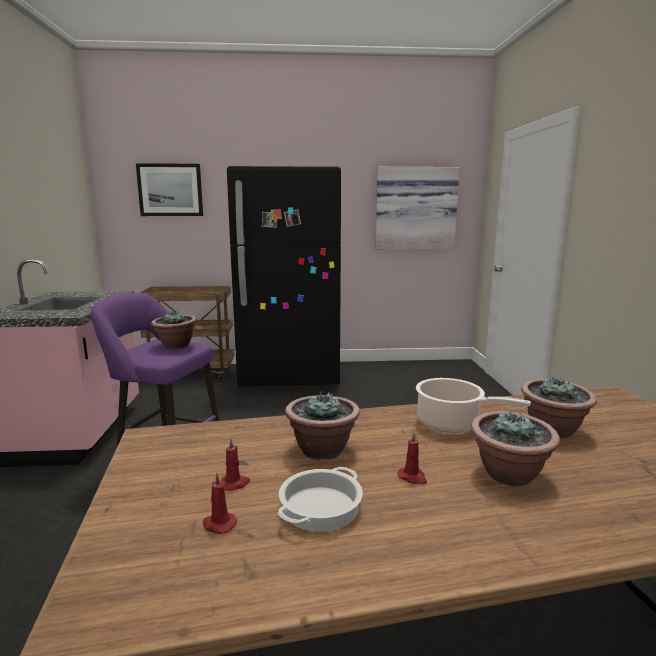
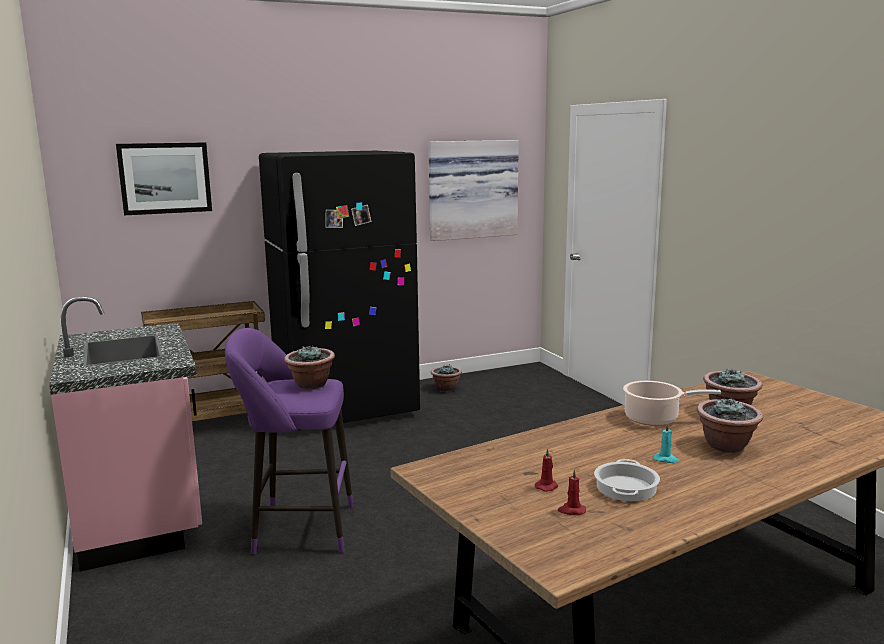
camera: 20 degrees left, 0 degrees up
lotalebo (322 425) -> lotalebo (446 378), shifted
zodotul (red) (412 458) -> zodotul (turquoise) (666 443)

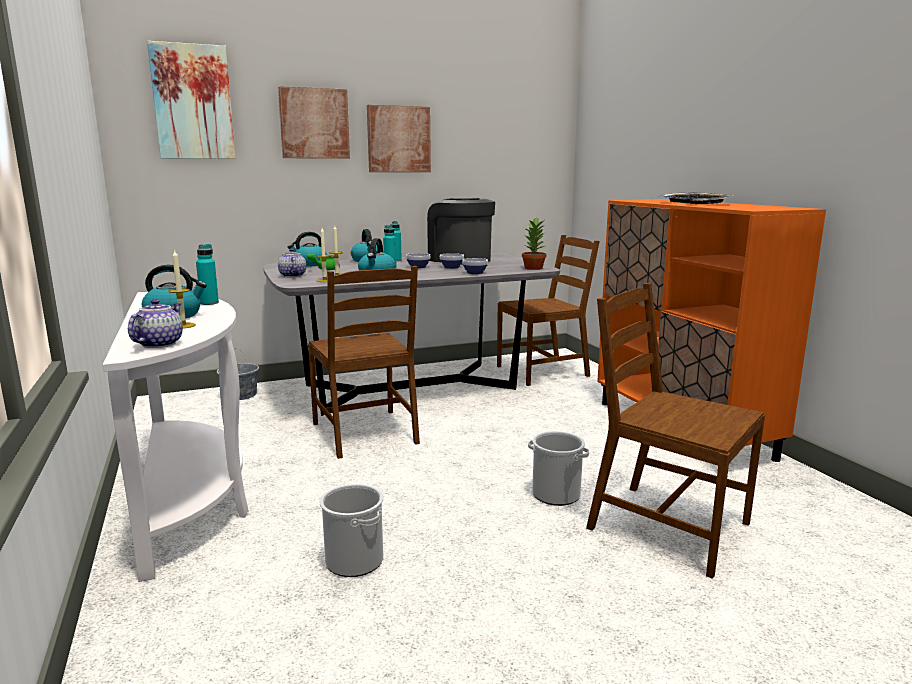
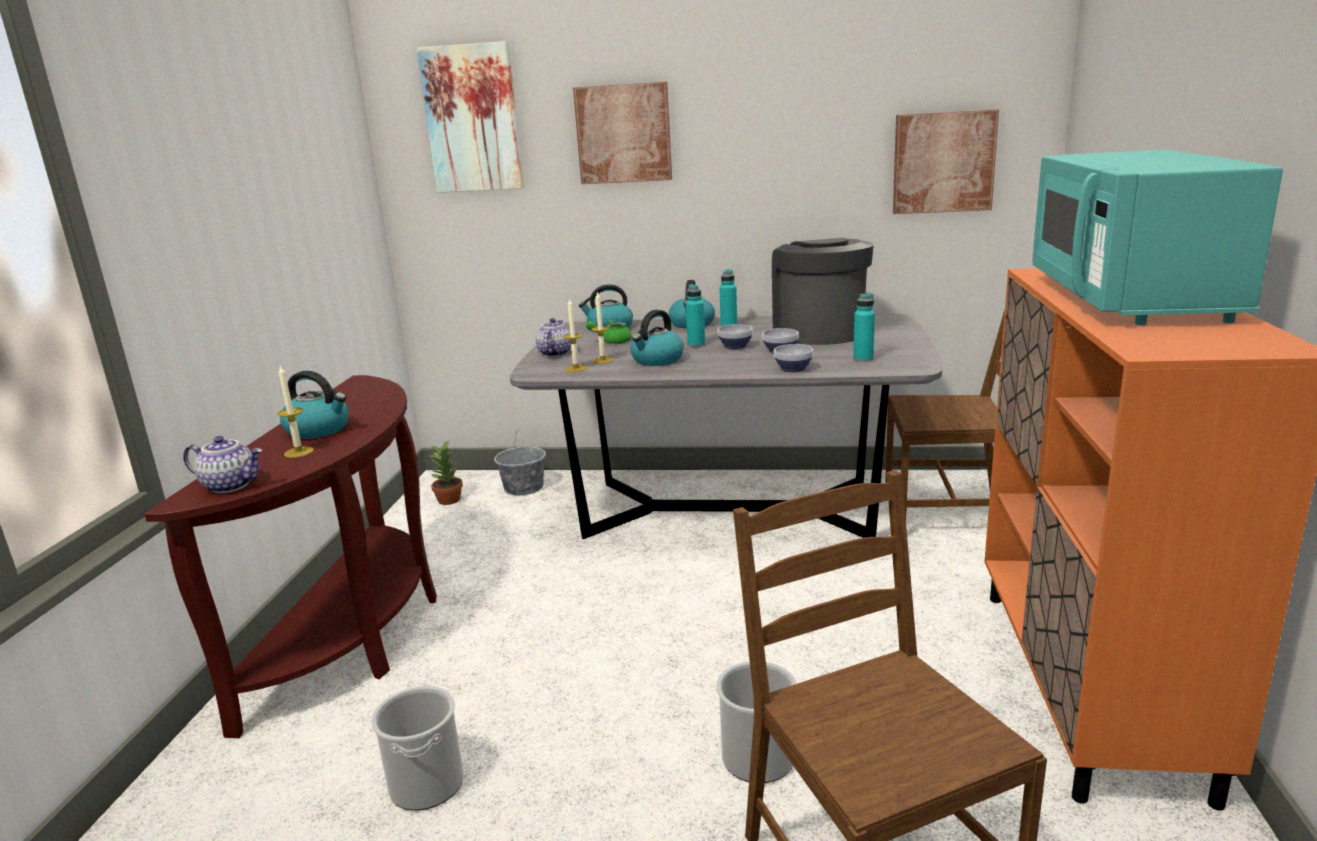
camera: 30 degrees right, 5 degrees up
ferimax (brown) (364 362) -> none
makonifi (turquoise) (207 274) -> makonifi (turquoise) (864 327), shifted
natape (399 138) -> natape (946 161), shifted
lotalebo (534 244) -> lotalebo (445 473), shifted
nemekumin (697 198) -> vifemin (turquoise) (1157 237)
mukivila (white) (176 437) -> mukivila (brown) (290 556)
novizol (155 323) -> novizol (222 464), 60 degrees clockwise

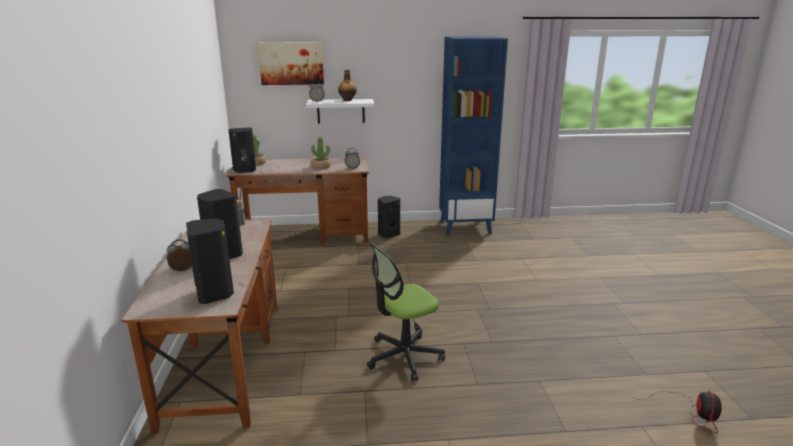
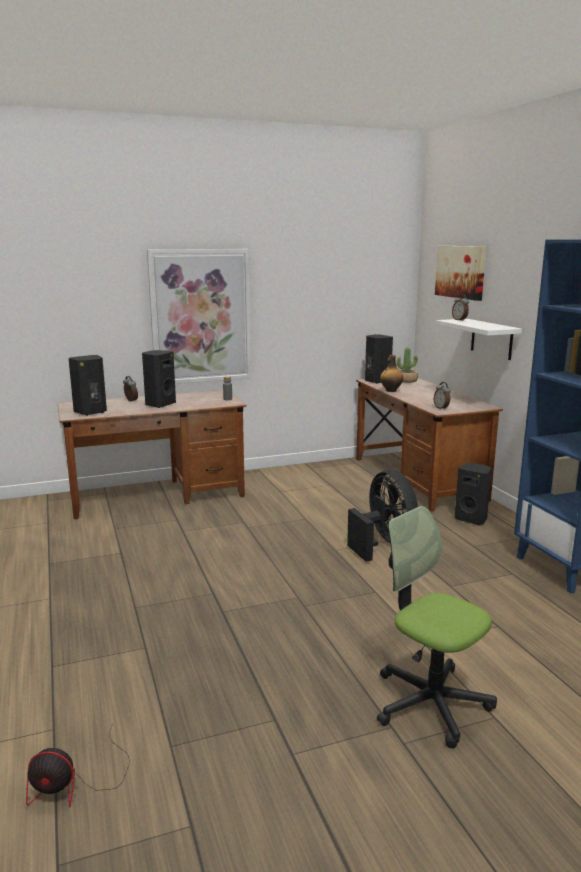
camera: 75 degrees right, 5 degrees down
lotalebo (320 153) -> none
none -> natape (199 316)
none -> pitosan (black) (382 516)
makonifi (347 85) -> makonifi (391 373), shifted
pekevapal (406 312) -> pekevapal (437 627), shifted

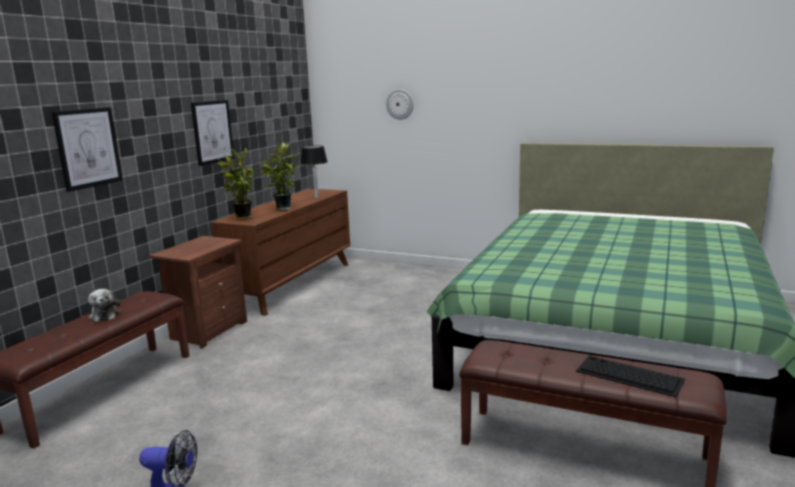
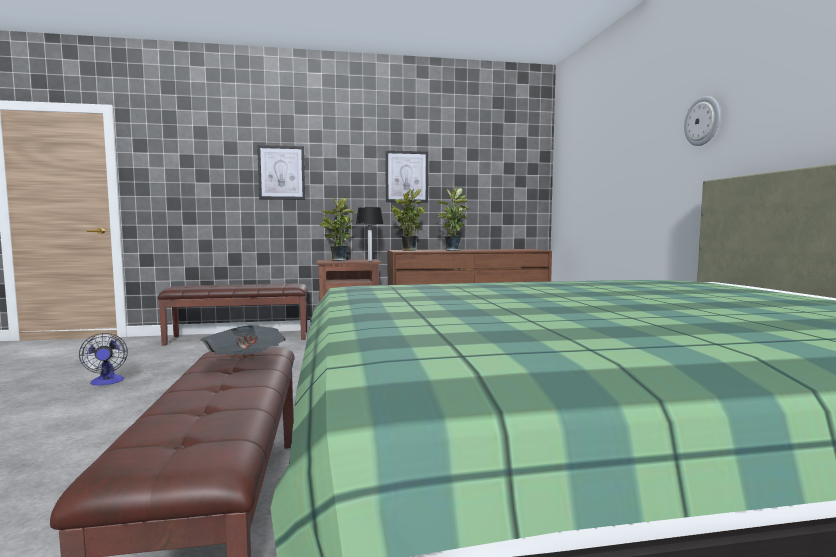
camera: 55 degrees right, 10 degrees down
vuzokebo (104 305) -> none
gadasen (630 376) -> none
none -> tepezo (243 340)
none -> lotalebo (337 229)
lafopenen (314 171) -> lafopenen (370 234), shifted
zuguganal (400 104) -> zuguganal (702 121), shifted

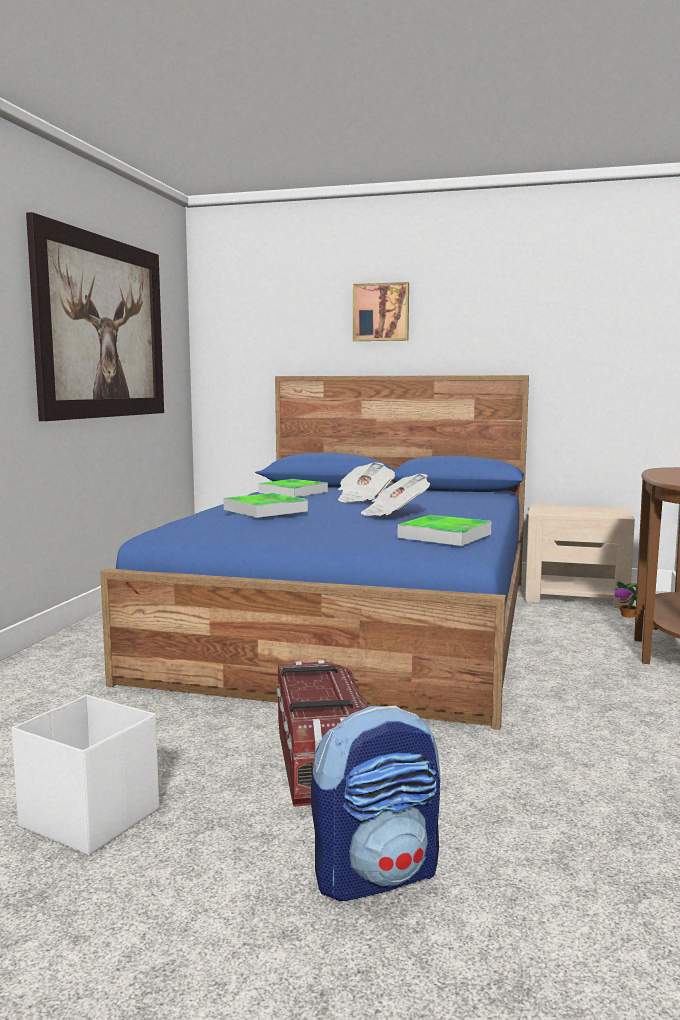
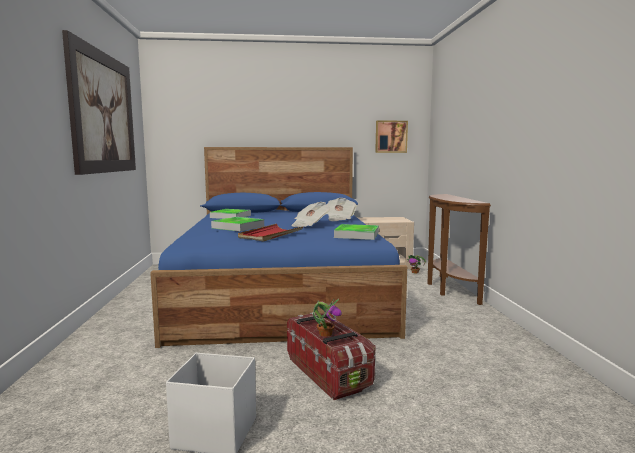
camera: 20 degrees left, 0 degrees up
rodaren (375 803) -> none
none -> nemekumin (red) (271 232)
none -> lotalebo (327 318)
tepezo (366 482) -> tepezo (341 209), shifted
natape (381 311) -> natape (391 136), shifted

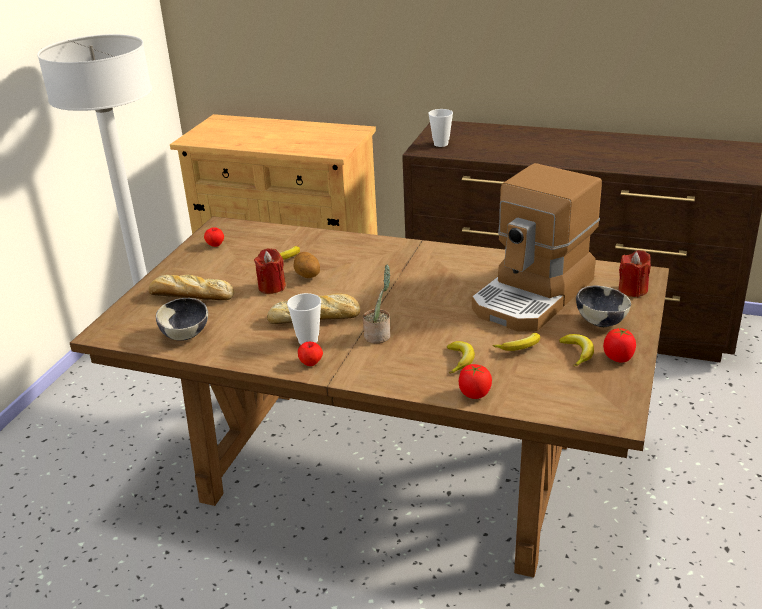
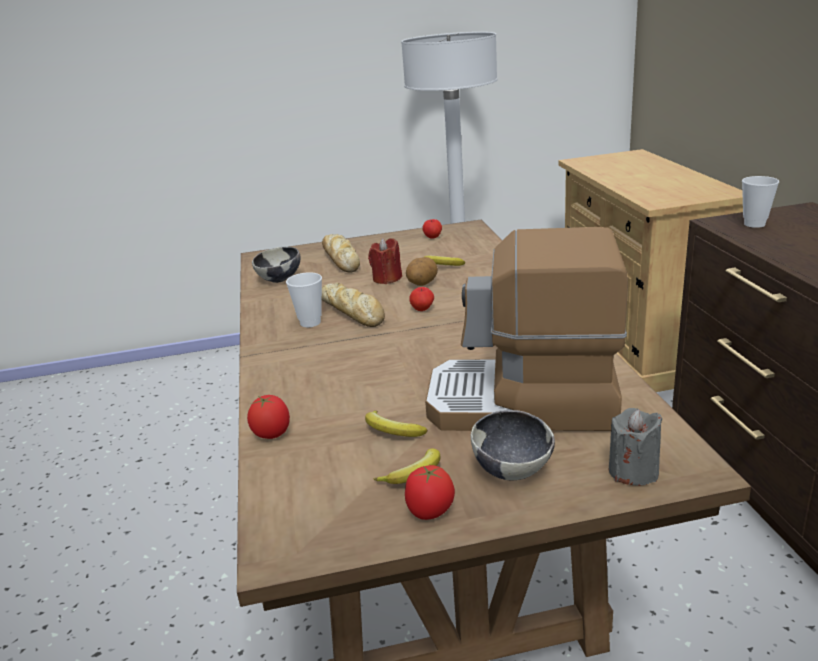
camera: 60 degrees right, 5 degrees down
lotalebo (377 304) -> none
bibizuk (461 357) -> none
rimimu (310 354) -> rimimu (421 299), shifted
zodotul (red) (635 273) -> zodotul (grey) (635 447)

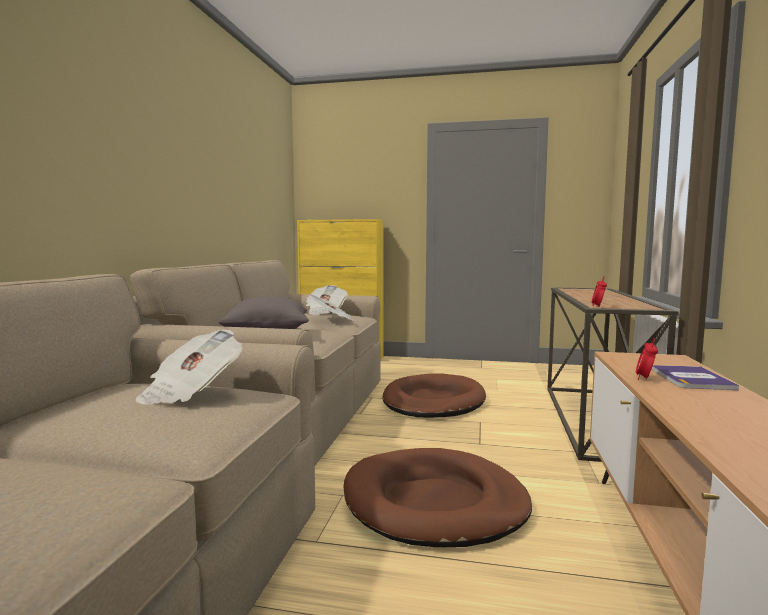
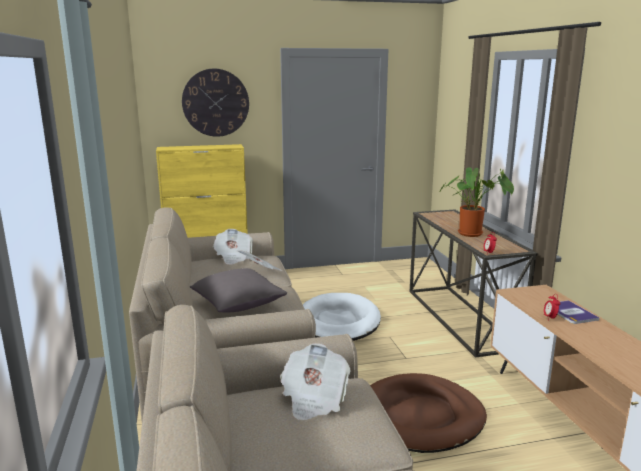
camera: 25 degrees left, 10 degrees up
none -> zuguganal (215 103)
none -> lotalebo (476 202)
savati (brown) (434 395) -> savati (white) (342 317)

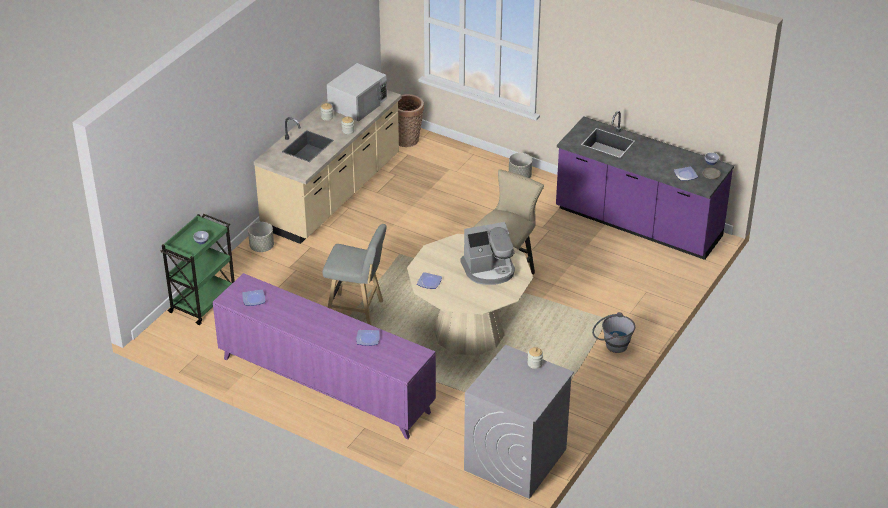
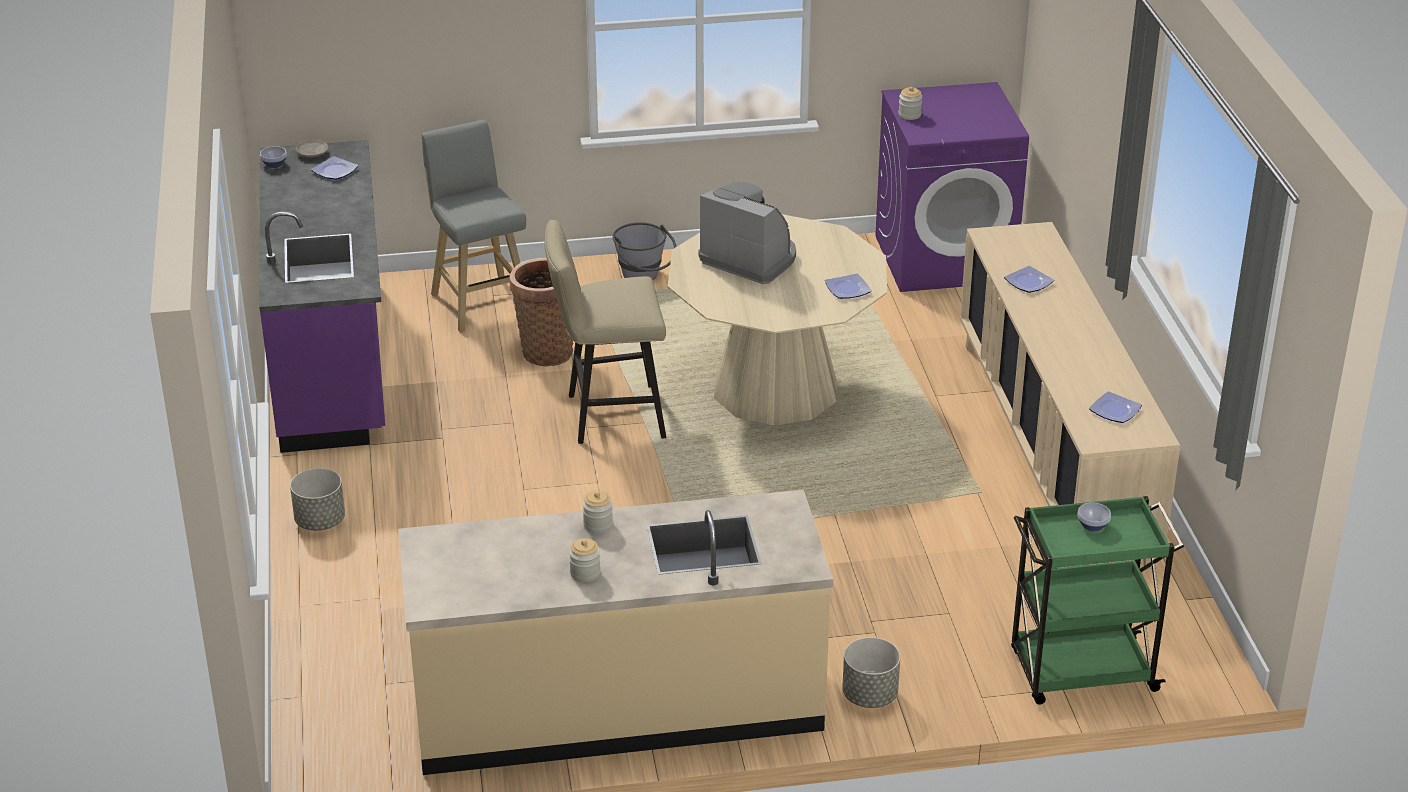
camera: 130 degrees left, 5 degrees down
vifemin (white) (357 92) -> none
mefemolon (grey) (354 274) -> mefemolon (grey) (474 226), shifted
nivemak (410 120) -> nivemak (541 312), shifted
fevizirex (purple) (324 356) -> fevizirex (beige) (1070 395)
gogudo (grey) (519 422) -> gogudo (purple) (952 187)

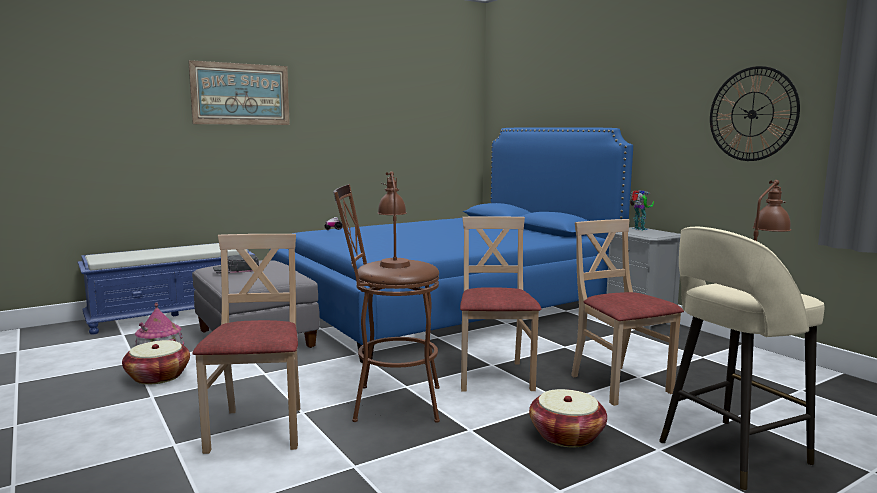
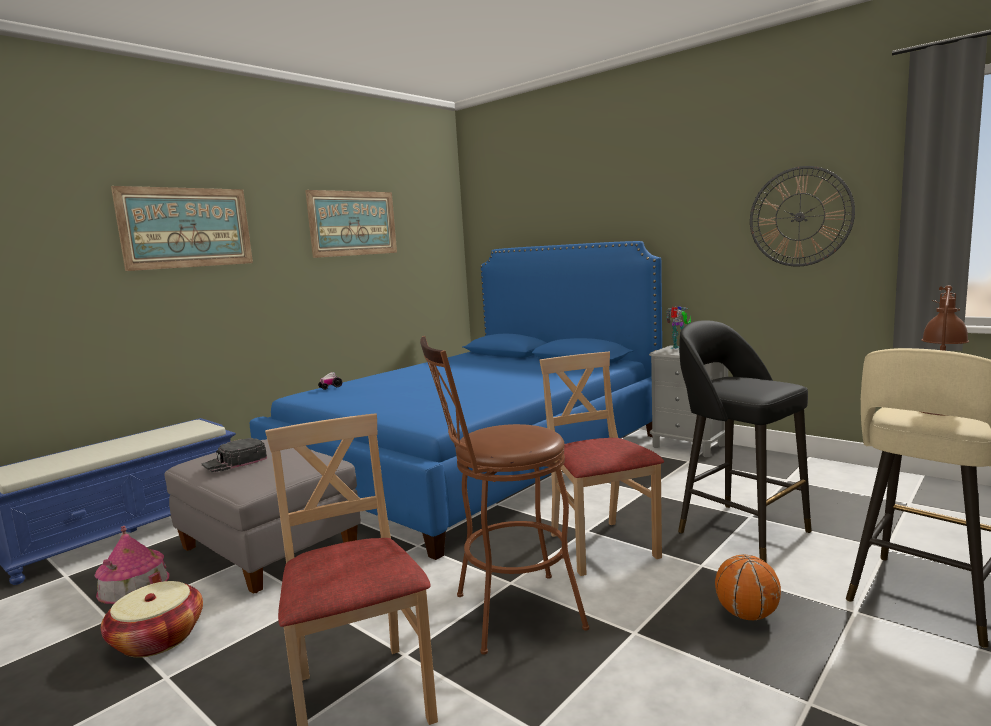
camera: 15 degrees left, 0 degrees up
lafopenen (brown) (394 219) -> none
none -> natape (351 224)
nivemak (568 418) -> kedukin (748 587)
ferimax (beige) (627 312) -> mefemolon (black) (745 441)

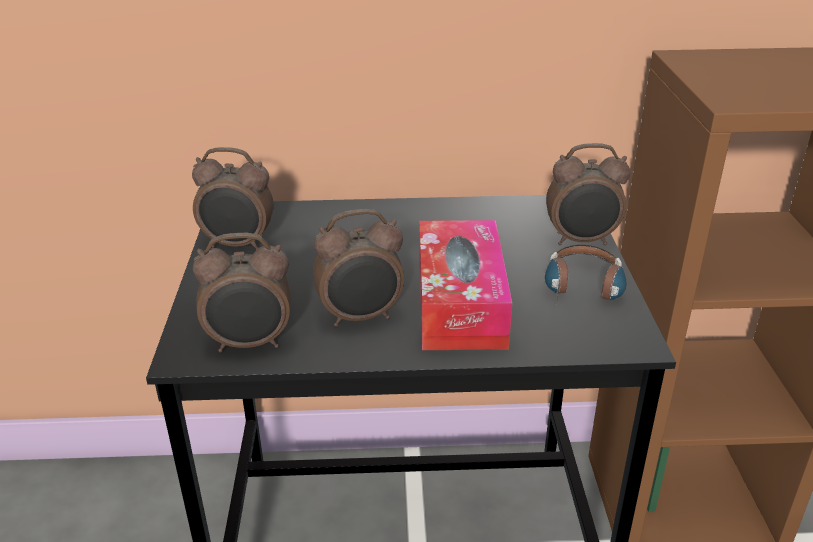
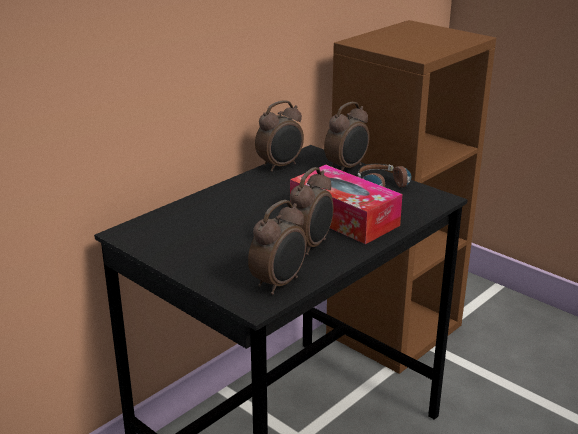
camera: 45 degrees left, 5 degrees down
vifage (233 198) -> vifage (279 136), shifted

